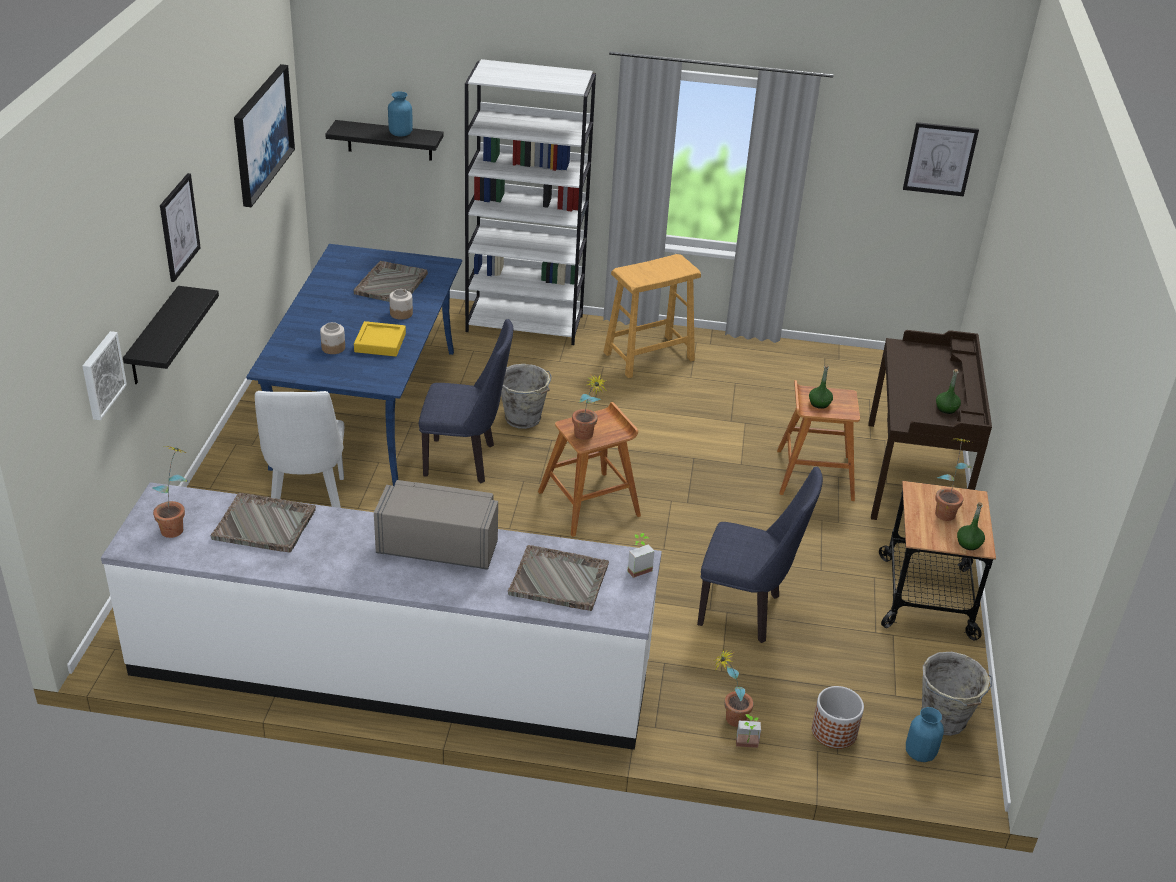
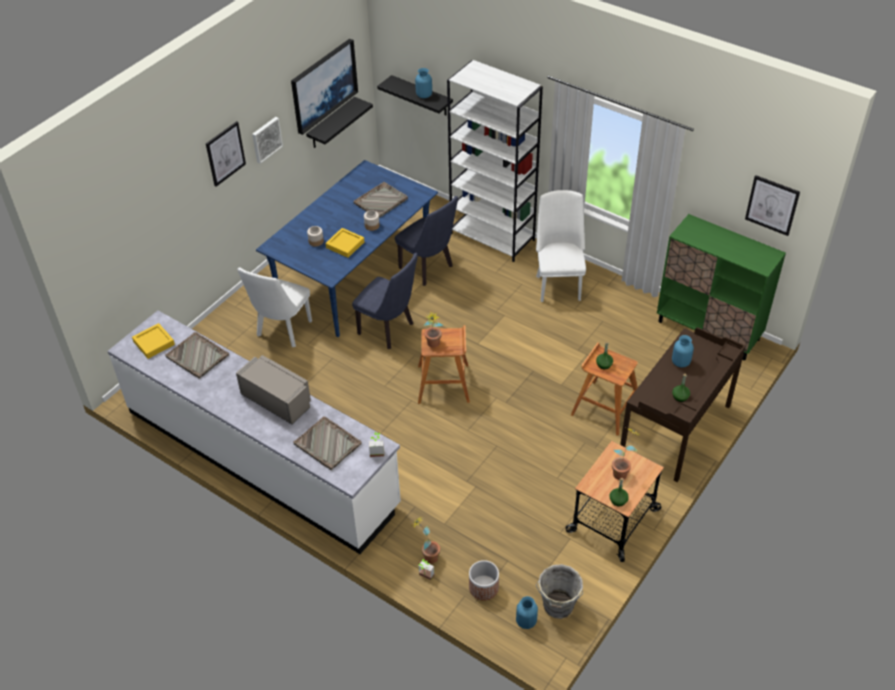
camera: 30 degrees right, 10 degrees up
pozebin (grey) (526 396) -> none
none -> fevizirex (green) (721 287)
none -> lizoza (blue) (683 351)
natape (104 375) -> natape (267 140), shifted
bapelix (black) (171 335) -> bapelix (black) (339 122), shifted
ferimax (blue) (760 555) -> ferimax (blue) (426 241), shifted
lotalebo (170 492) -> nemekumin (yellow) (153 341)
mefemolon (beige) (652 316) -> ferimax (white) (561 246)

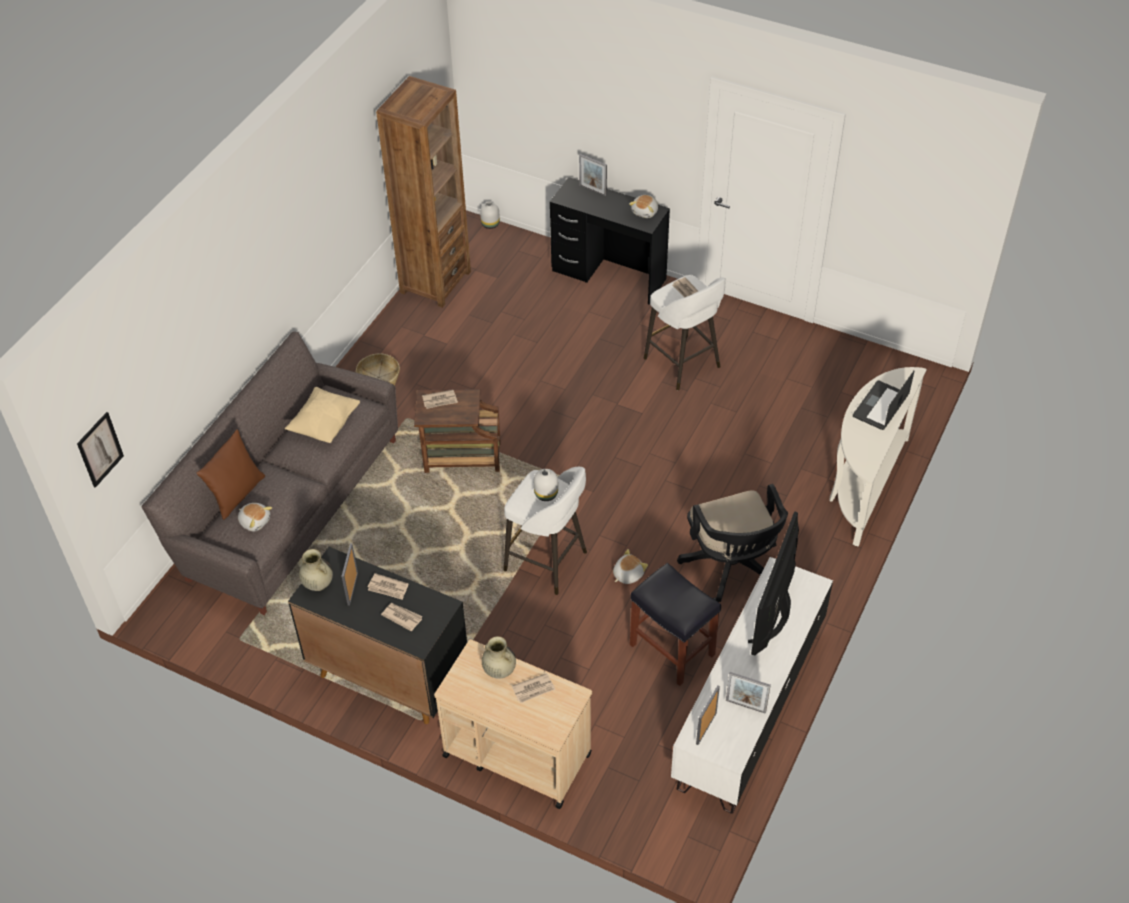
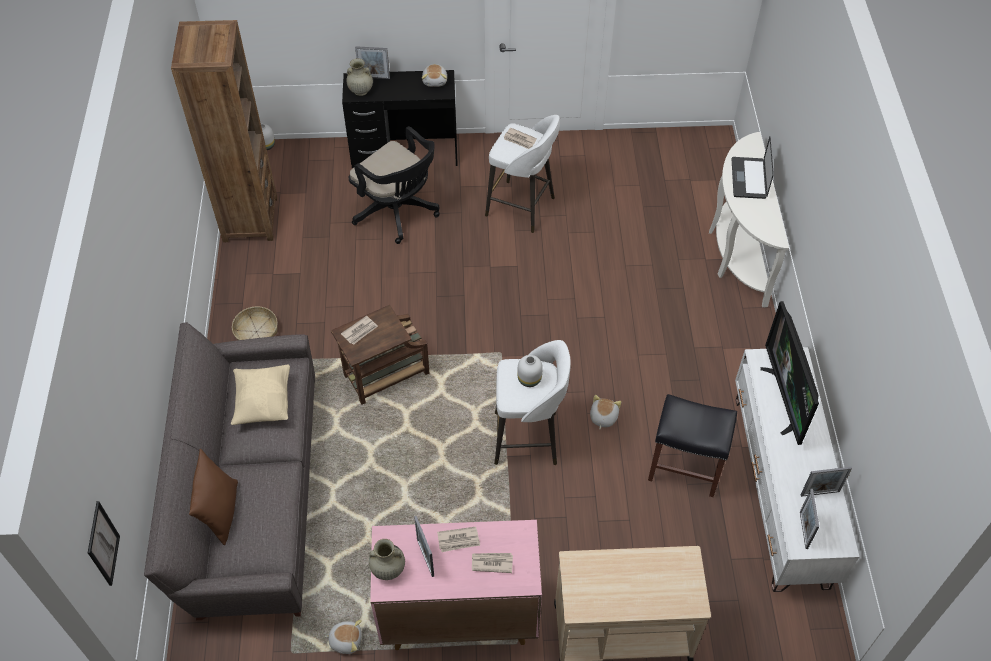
camera: 30 degrees left, 5 degrees up
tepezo (533 688) -> none
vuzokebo (255 517) -> vuzokebo (343 637), shifted
lizoza (beige) (499 657) -> lizoza (beige) (359 77), shifted
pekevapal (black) (732 543) -> pekevapal (black) (394 185), shifted
fevizirex (black) (377 635) -> fevizirex (pink) (456 585)

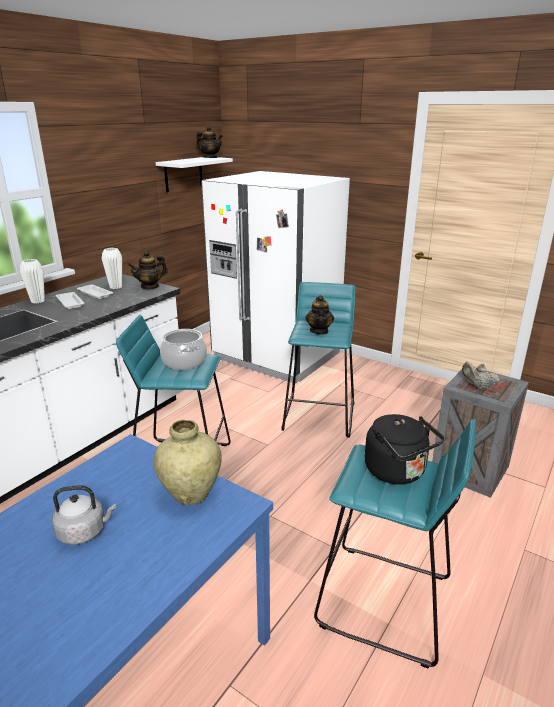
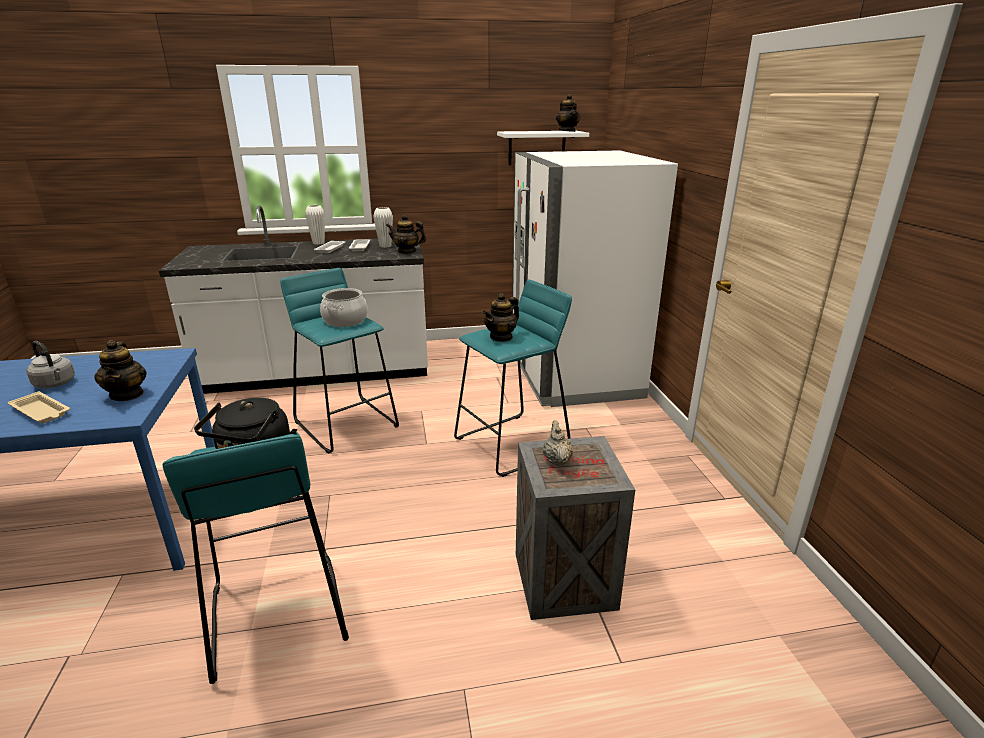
camera: 45 degrees right, 0 degrees up
none -> nemekumin (beige) (39 407)
lizoza (beige) (188 462) -> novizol (120 370)

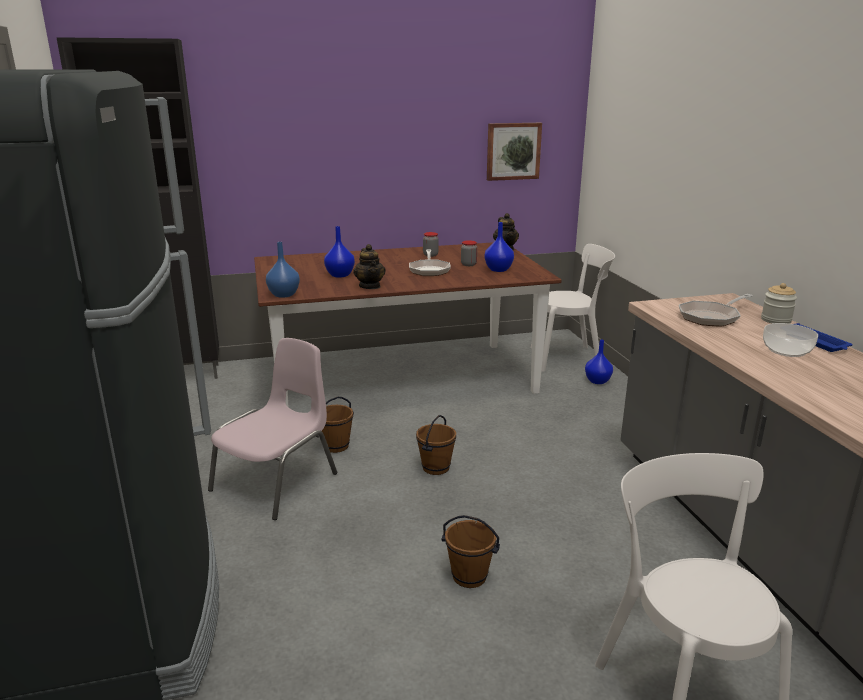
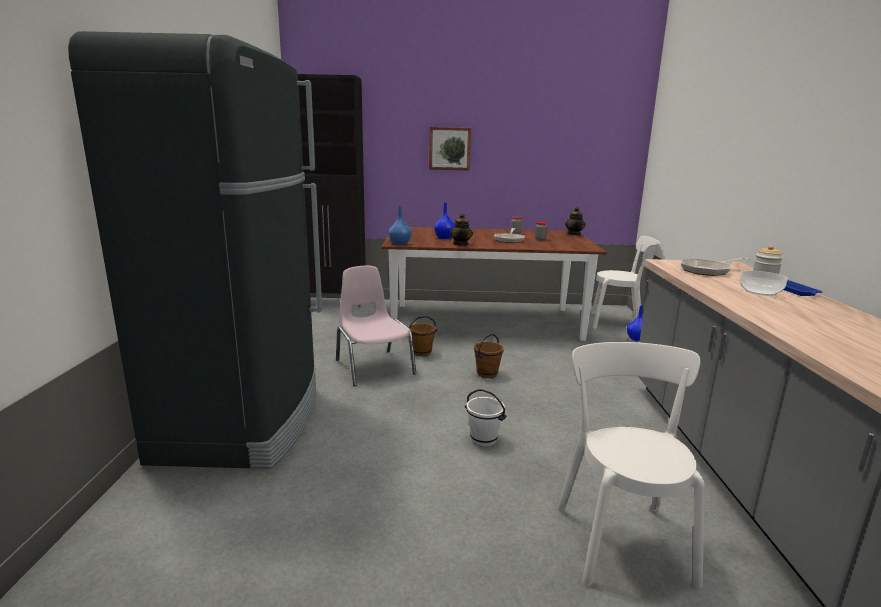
camera: 15 degrees right, 5 degrees down
lizoza (blue) (499 247) -> none
natape (514 152) -> natape (450 148), shifted
pozebin (brown) (470 551) -> pozebin (white) (485 417)
ferimax (pink) (272 429) -> ferimax (pink) (376 326), 75 degrees counterclockwise

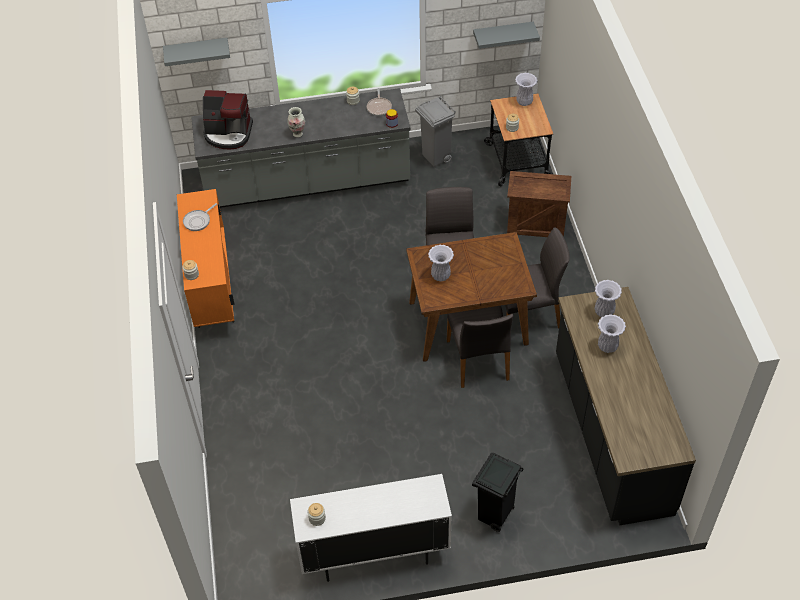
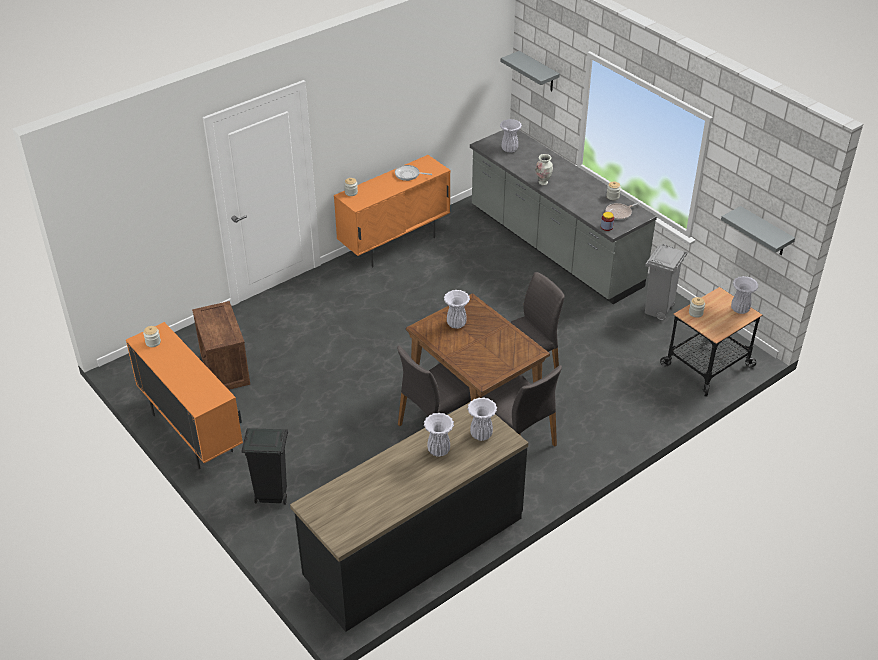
camera: 60 degrees right, 10 degrees down
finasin (539 204) -> finasin (221 345), shifted
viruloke (228 119) -> lizoza (white) (511 136)
fevizirex (white) (371 528) -> fevizirex (orange) (184 396)

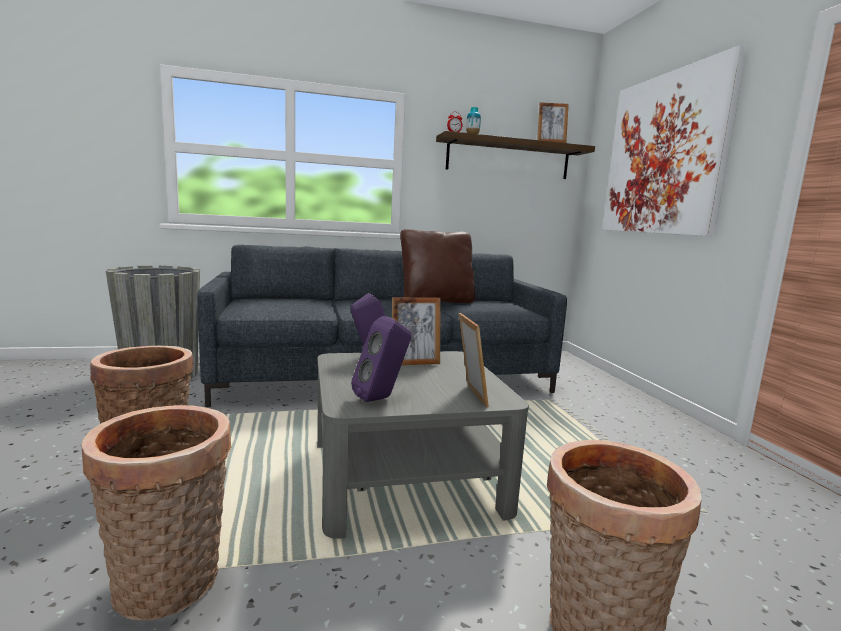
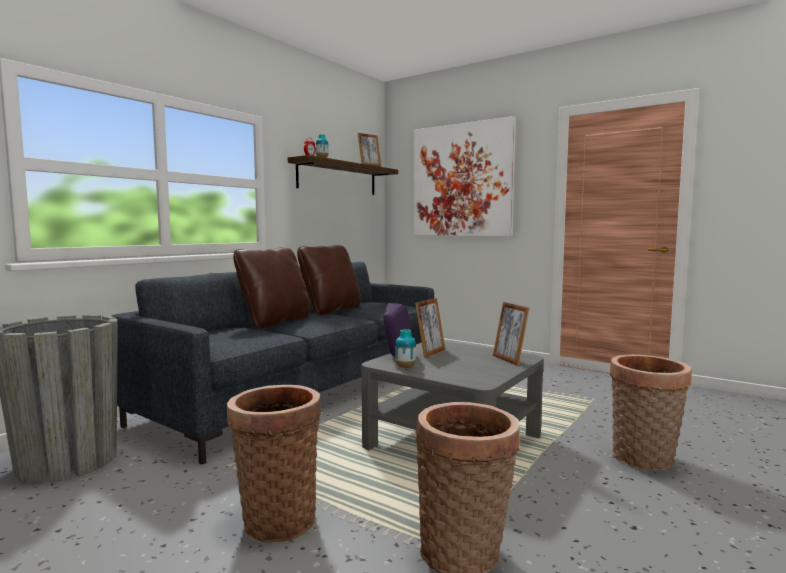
camera: 40 degrees left, 5 degrees down
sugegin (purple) (381 359) -> none
none -> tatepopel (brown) (272 288)
none -> lizoza (405 348)
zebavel (474 360) -> zebavel (511 334), 150 degrees counterclockwise

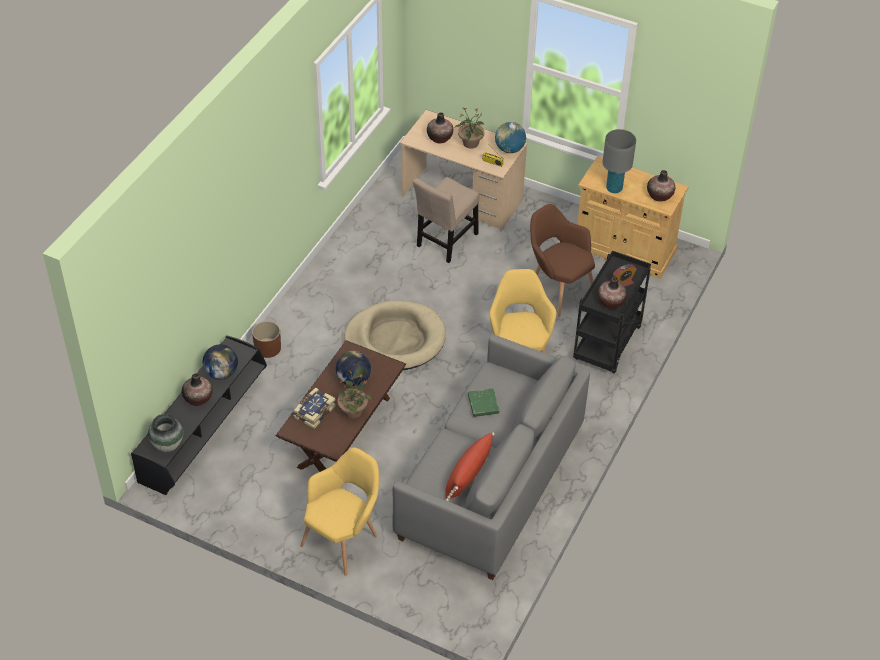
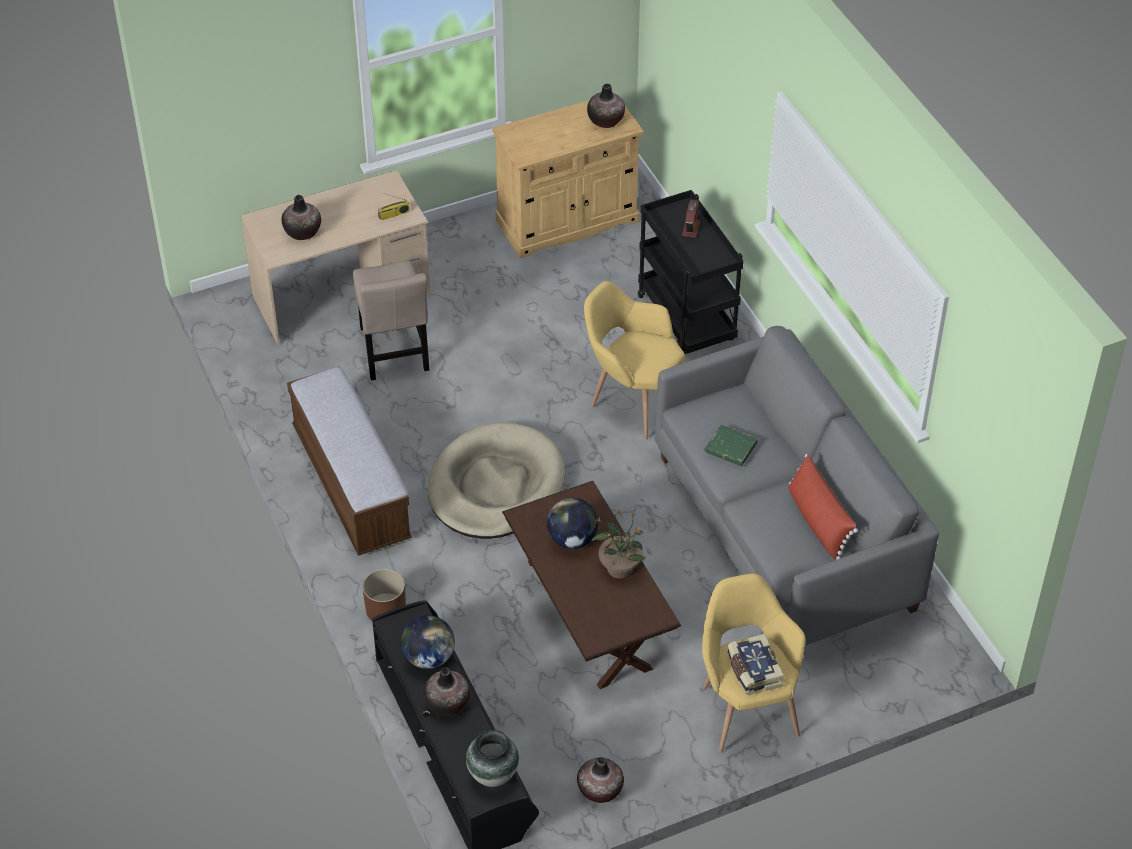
camera: 50 degrees left, 0 degrees up
lotalebo (469 128) -> none
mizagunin (510 137) -> none
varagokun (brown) (562 260) -> none
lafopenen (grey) (619 161) -> none
none -> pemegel (349 461)
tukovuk (314 408) -> tukovuk (755 664), shifted
lizoza (612 293) -> lizoza (600 780), shifted

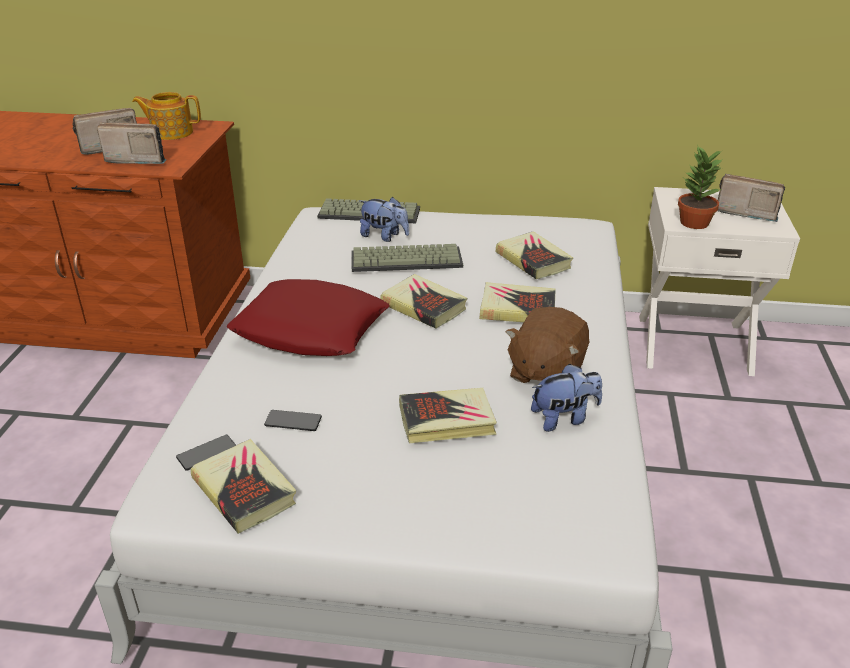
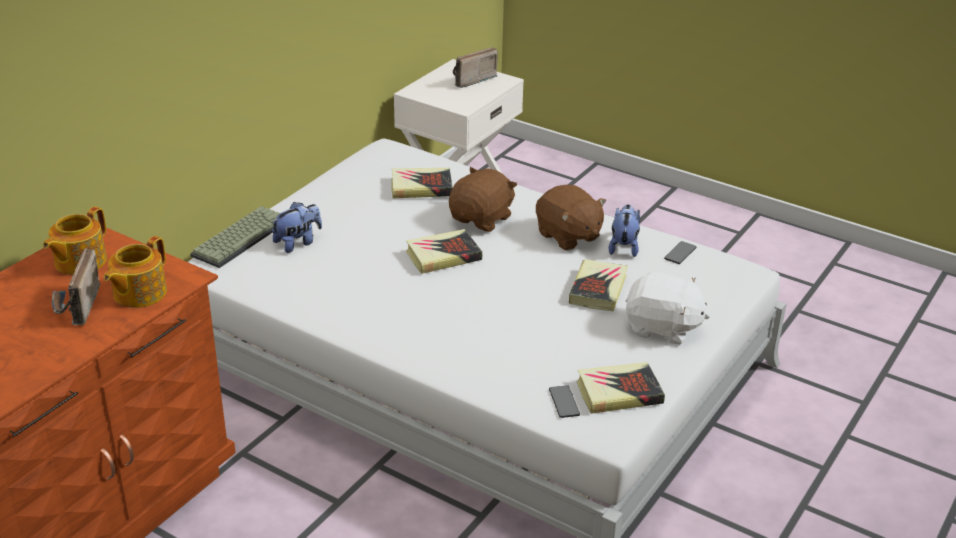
camera: 65 degrees left, 0 degrees up
tatepopel (red) (308 317) -> none
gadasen (407 258) -> none
lotalebo (700 187) -> none
none -> vuzokebo (white) (668 308)
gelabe (293 420) -> gelabe (680 252), shifted
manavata (131 143) -> novizol (135 272)
tukovuk (517 302) -> vuzokebo (brown) (483 199)

